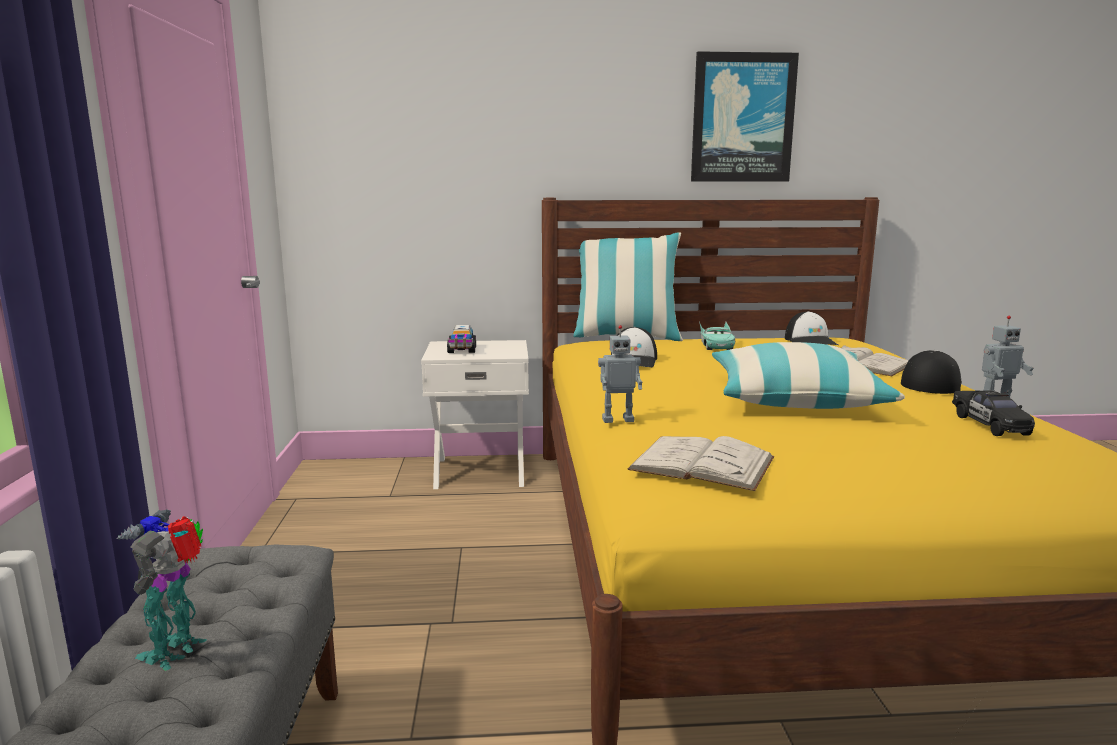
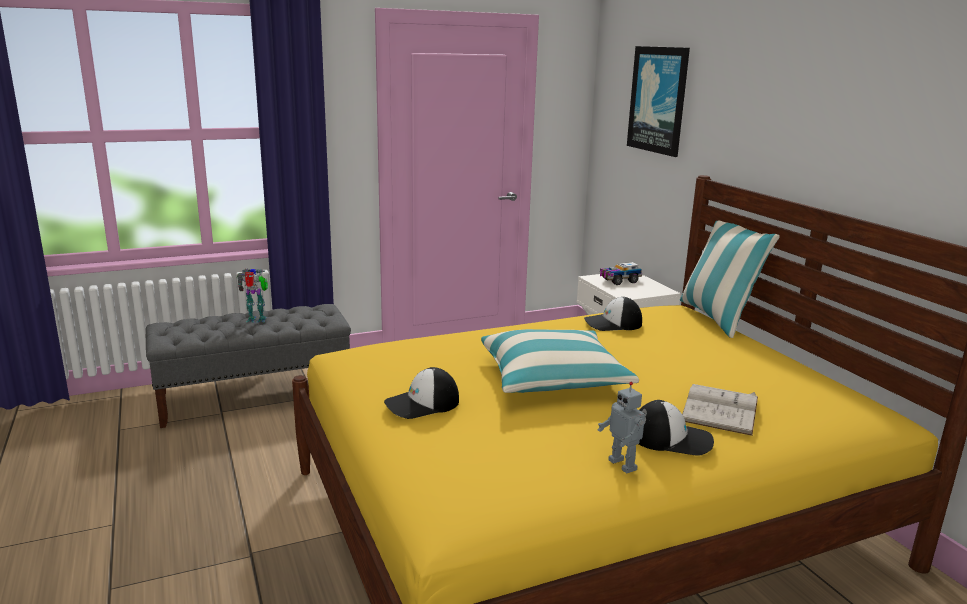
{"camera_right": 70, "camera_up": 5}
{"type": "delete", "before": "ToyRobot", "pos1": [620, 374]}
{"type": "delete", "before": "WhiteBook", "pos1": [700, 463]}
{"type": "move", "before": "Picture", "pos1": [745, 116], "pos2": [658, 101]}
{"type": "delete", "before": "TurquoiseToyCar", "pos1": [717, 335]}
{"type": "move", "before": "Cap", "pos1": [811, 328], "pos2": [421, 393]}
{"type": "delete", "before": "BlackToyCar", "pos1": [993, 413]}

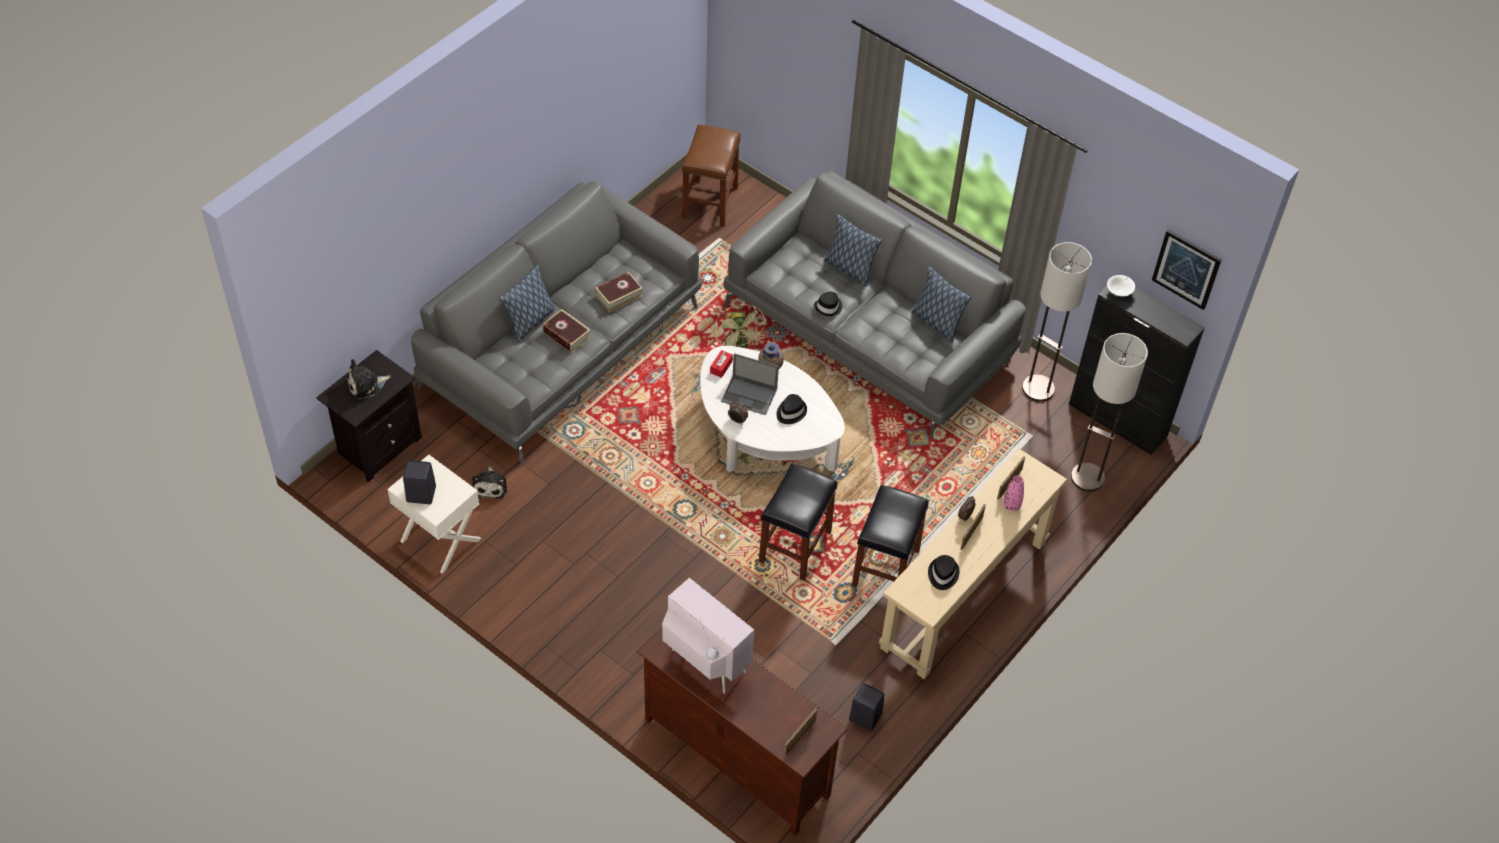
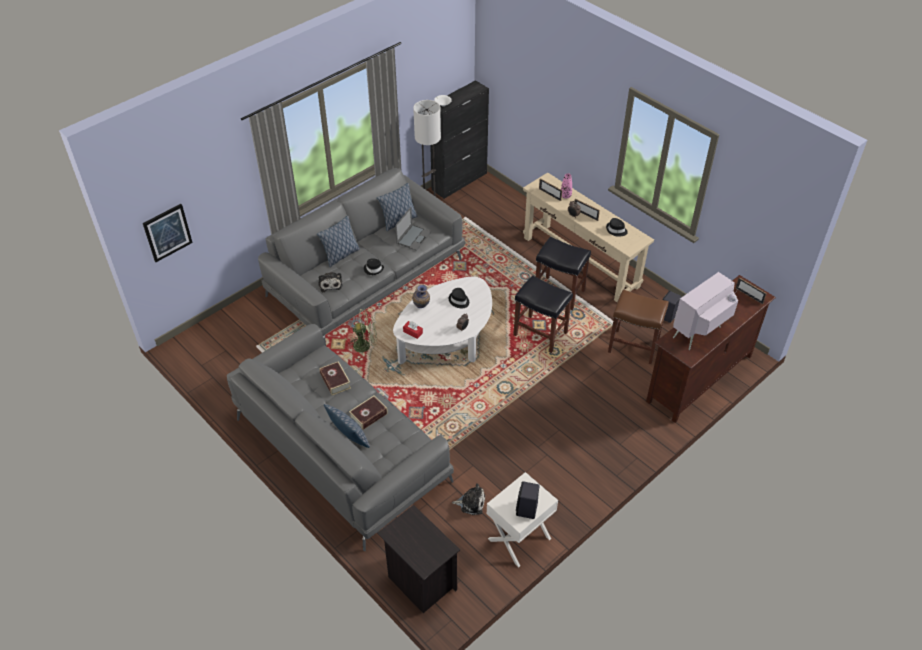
{"camera_right": -80, "camera_up": -5}
{"type": "move", "before": "PlushToy", "pos1": [369, 379], "pos2": [330, 282]}
{"type": "move", "before": "BrownStool", "pos1": [711, 176], "pos2": [638, 327]}
{"type": "move", "before": "Laptop", "pos1": [750, 384], "pos2": [413, 229]}
{"type": "delete", "before": "FloorLamp", "pos1": [1109, 412]}
{"type": "move", "before": "Picture", "pos1": [1187, 269], "pos2": [168, 233]}

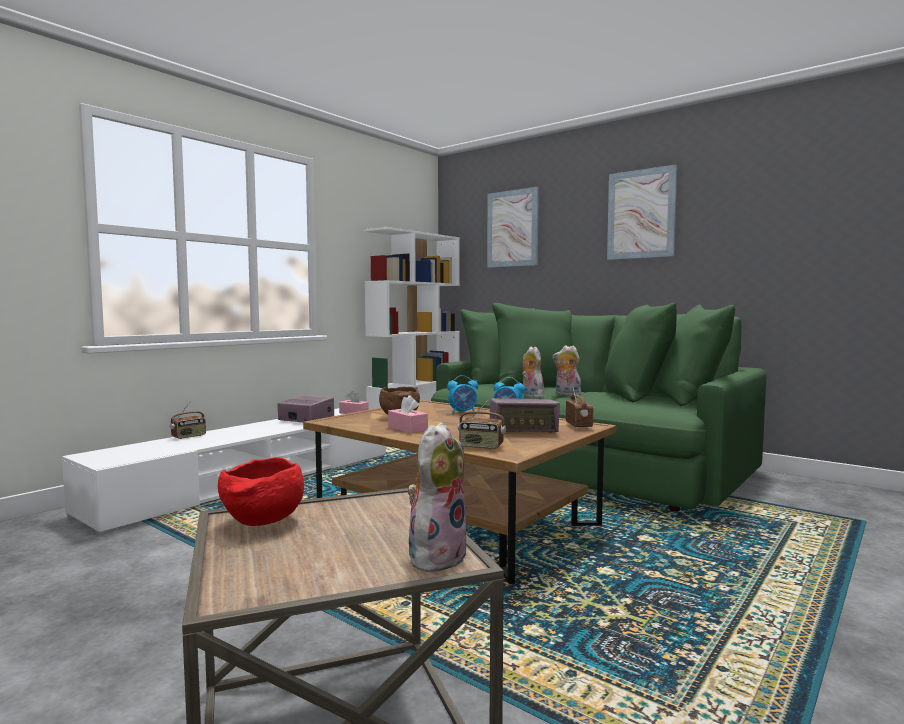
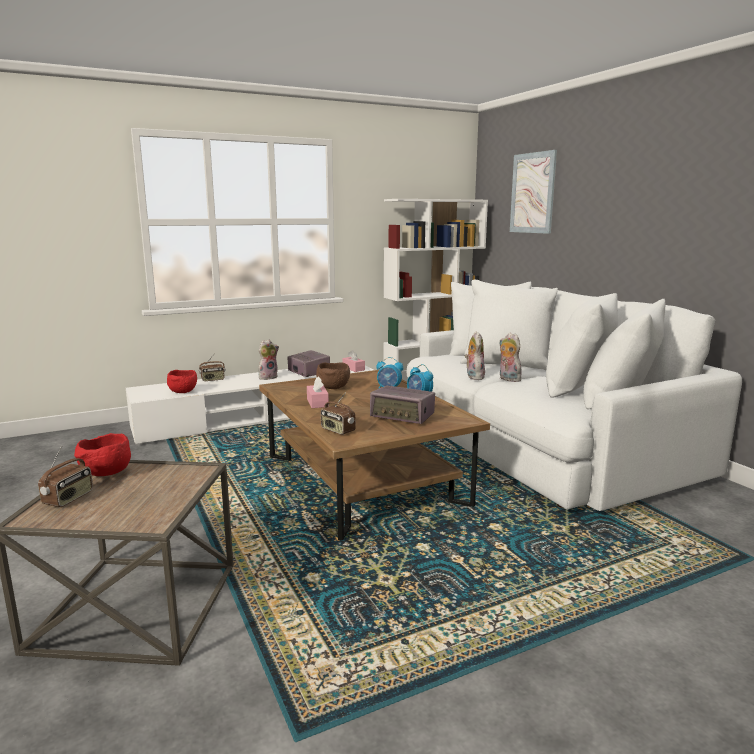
{"camera_right": 25, "camera_up": 10}
{"type": "move", "before": "PlushToy", "pos1": [438, 497], "pos2": [268, 360]}
{"type": "recolor", "before": "GreenSofa", "after": "WhiteSofa", "pos1": [598, 407], "pos2": [574, 395]}
{"type": "move", "before": "Radio", "pos1": [580, 406], "pos2": [65, 476]}
{"type": "delete", "before": "Picture", "pos1": [642, 212]}
{"type": "insert", "after": "RedBowl", "pos2": [182, 381]}

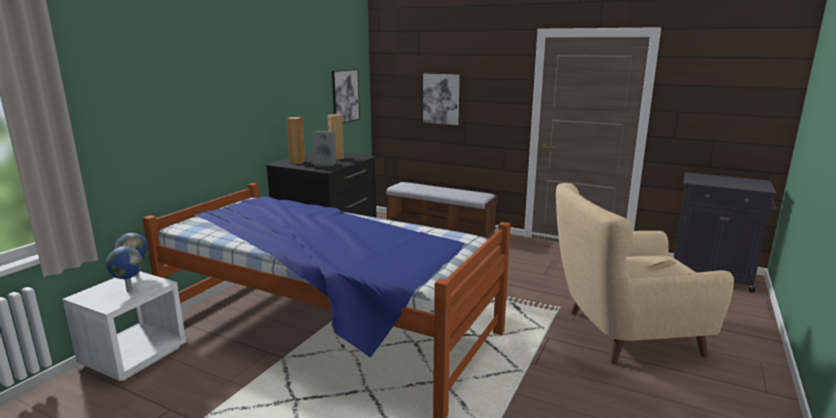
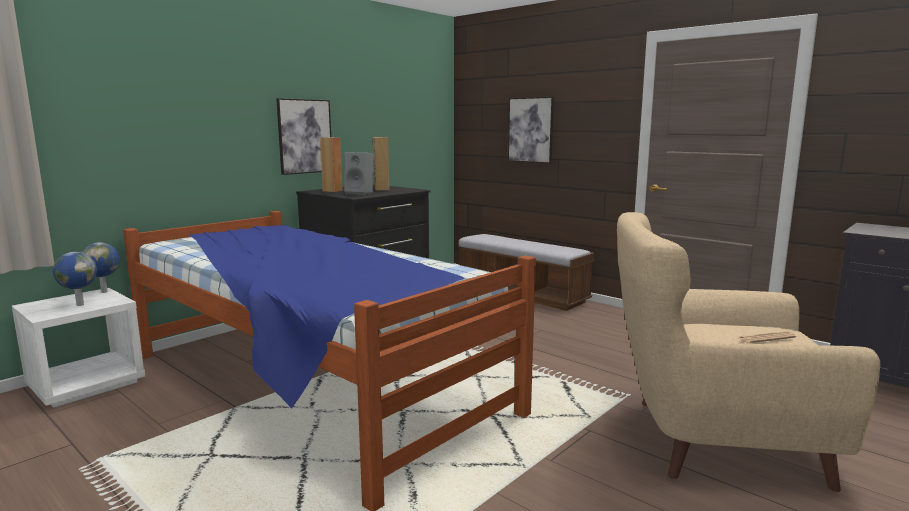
{"camera_right": 15, "camera_up": -5}
{"type": "move", "before": "Picture", "pos1": [346, 96], "pos2": [303, 136]}

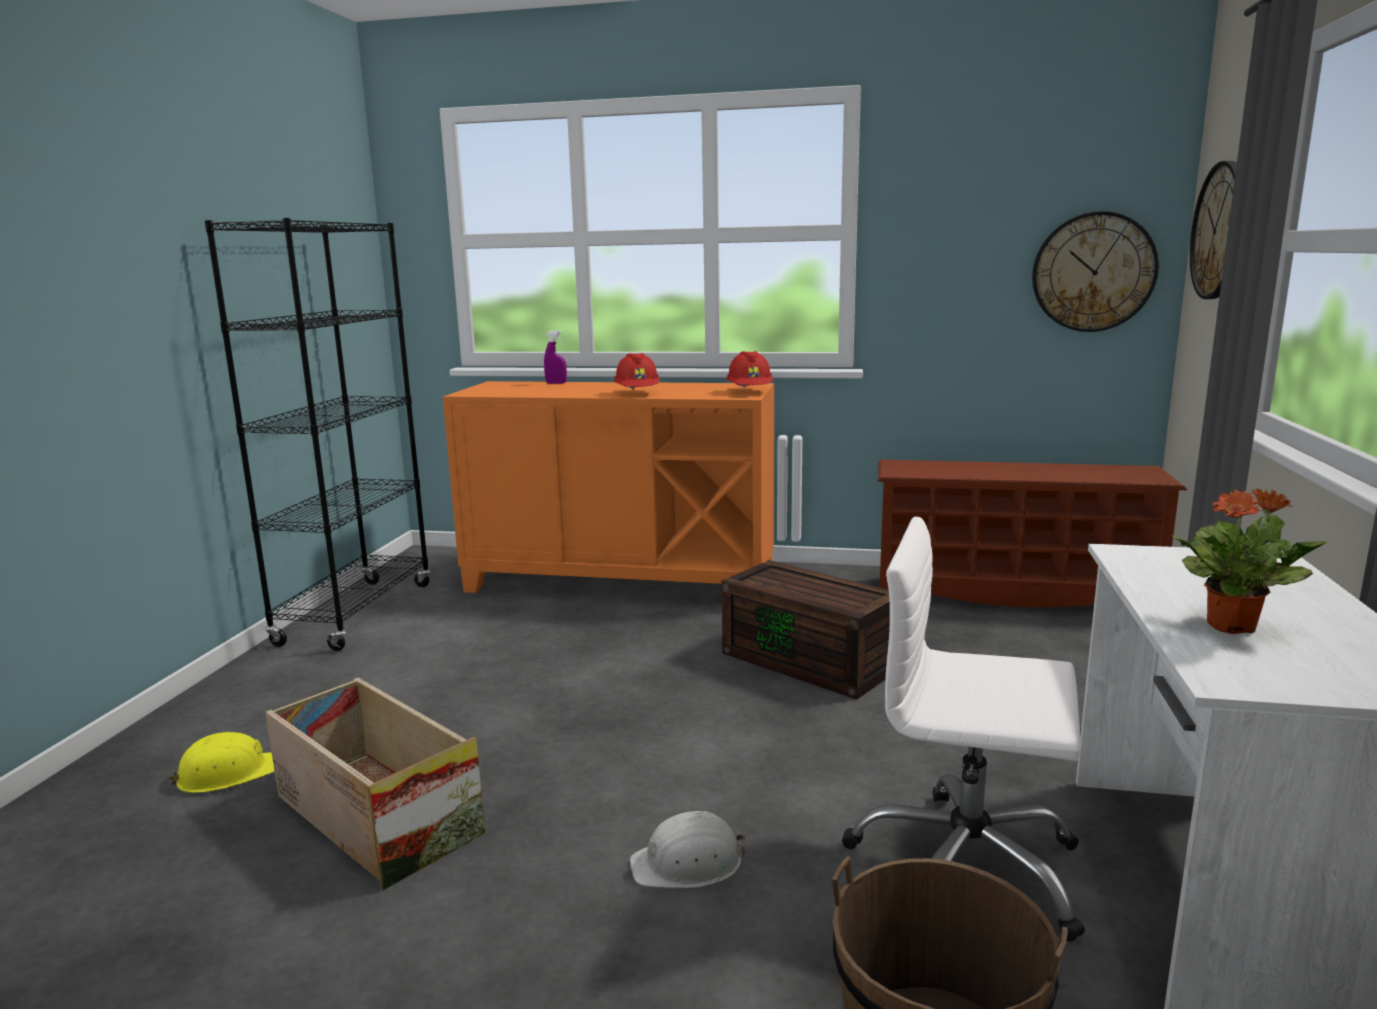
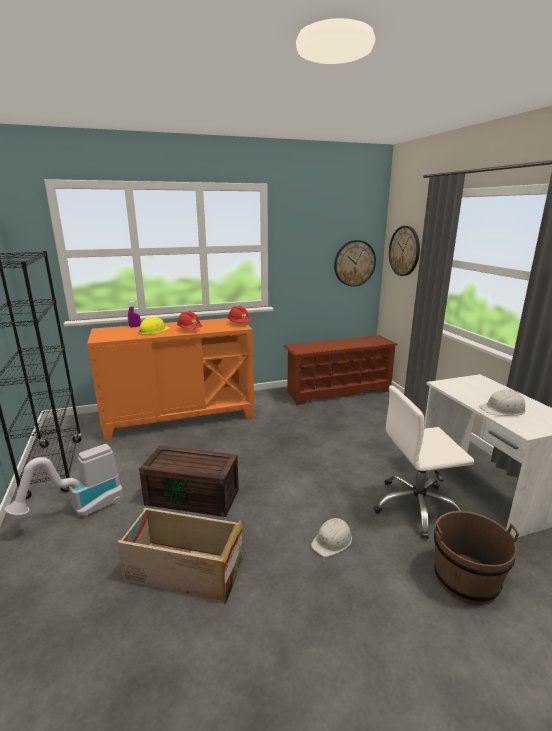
{"camera_right": -30, "camera_up": 5}
{"type": "move", "before": "YellowHardHat", "pos1": [221, 762], "pos2": [154, 325]}
{"type": "move", "before": "BrownStorageBox", "pos1": [806, 630], "pos2": [189, 481]}
{"type": "replace", "before": "PottedPlant", "after": "WhiteHardHat", "pos1": [1249, 561], "pos2": [502, 402]}
{"type": "insert", "after": "VacuumCleaner", "pos2": [64, 480]}

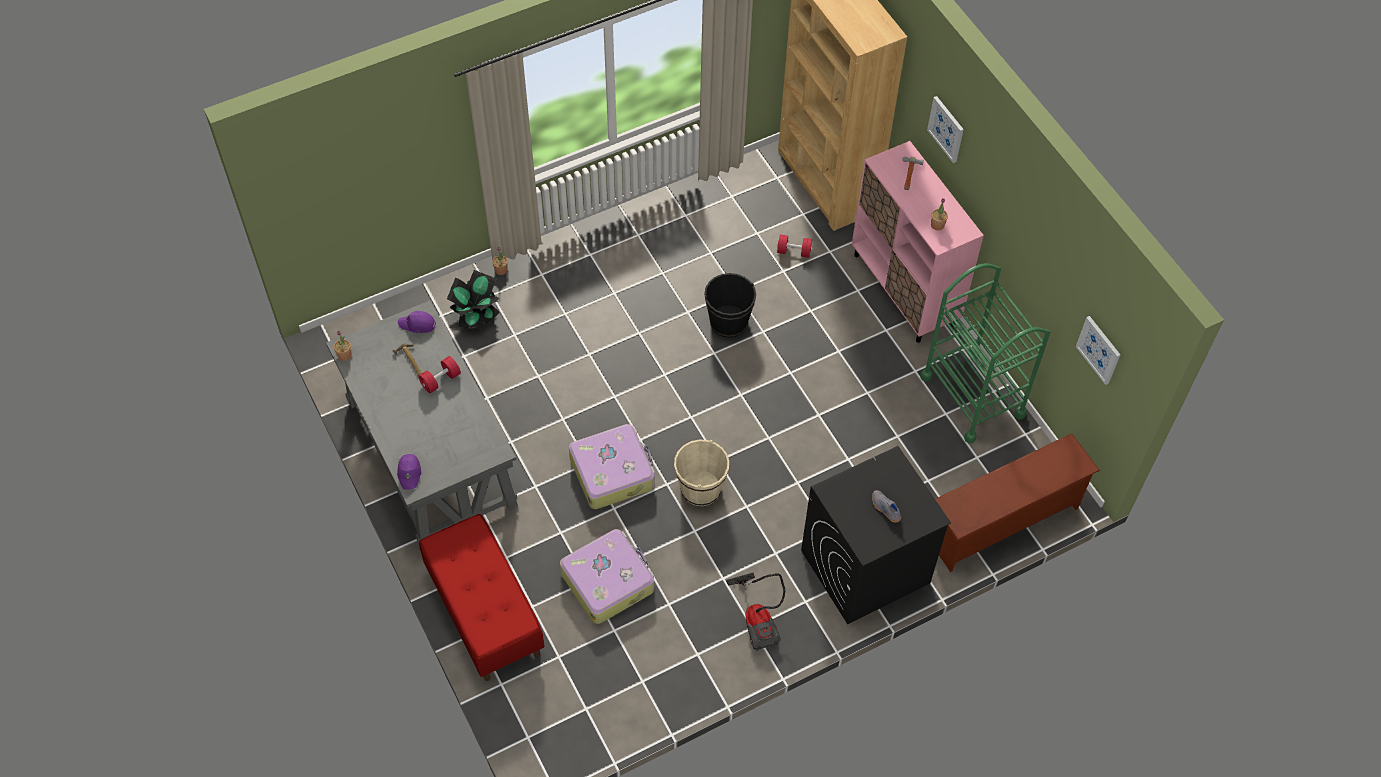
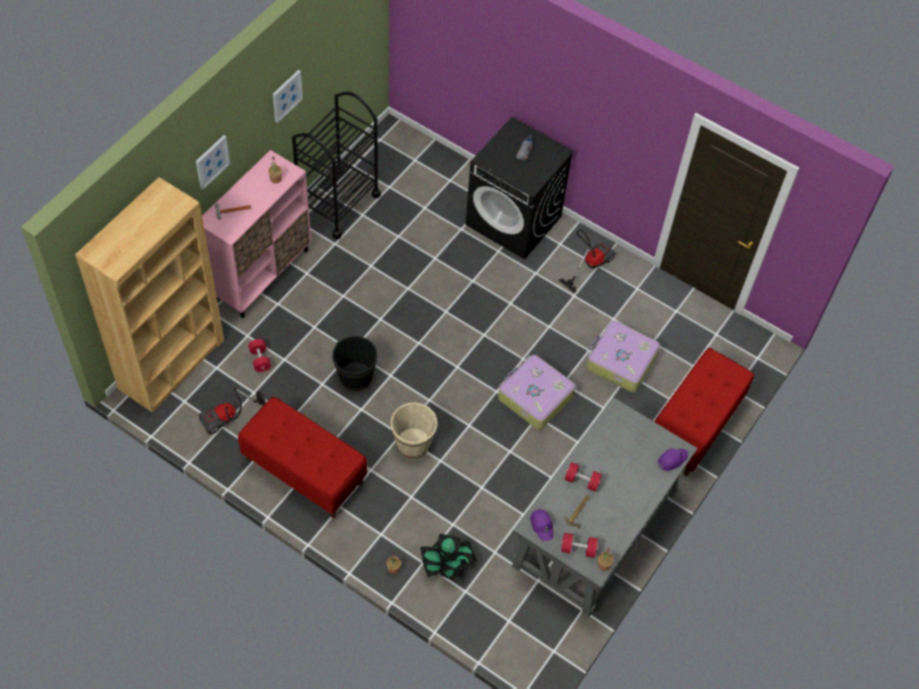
{"camera_right": -120, "camera_up": 0}
{"type": "move", "before": "BeigeBucket", "pos1": [701, 472], "pos2": [414, 431]}
{"type": "recolor", "before": "GreenCart", "after": "BlackCart", "pos1": [985, 353], "pos2": [336, 165]}
{"type": "delete", "before": "BrownShoeRack", "pos1": [1017, 502]}
{"type": "move", "before": "Picture", "pos1": [1098, 350], "pos2": [288, 96]}
{"type": "insert", "after": "VacuumCleaner", "pos2": [232, 411]}
{"type": "insert", "after": "RedBench", "pos2": [302, 457]}
{"type": "insert", "after": "RedDumbbell", "pos2": [579, 545]}

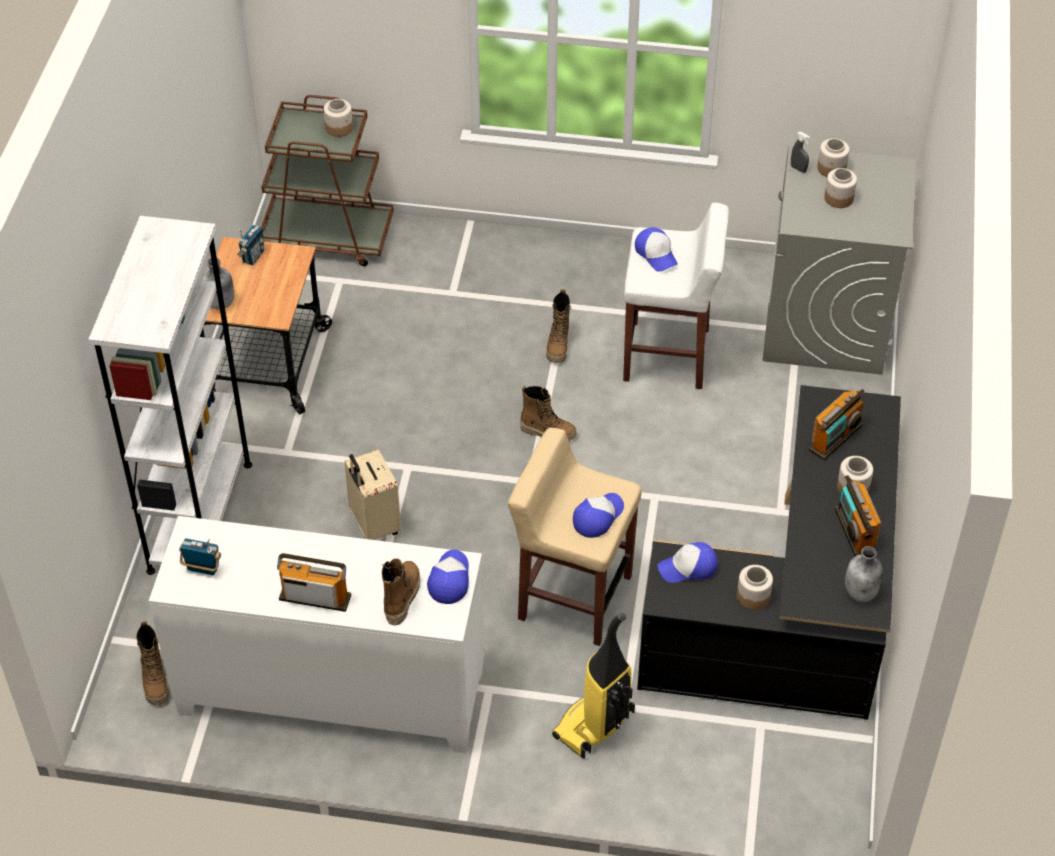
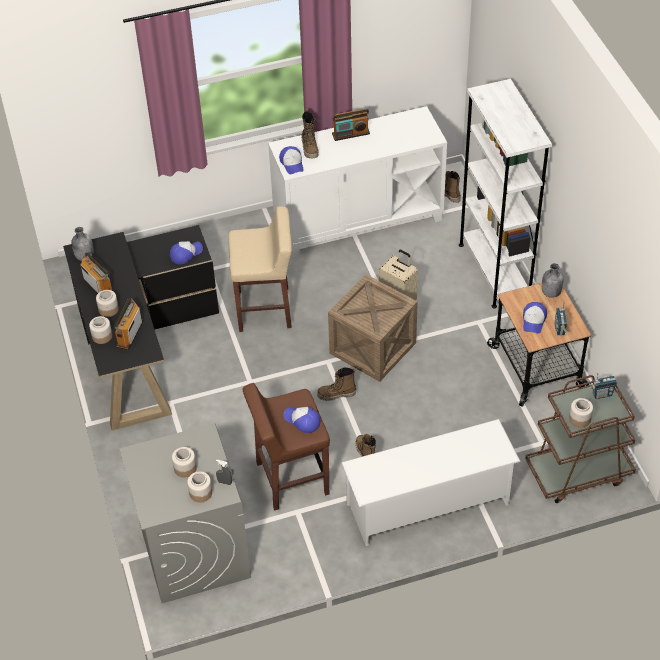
{"camera_right": 155, "camera_up": 0}
{"type": "move", "before": "Radio", "pos1": [200, 556], "pos2": [603, 385]}
{"type": "delete", "before": "VacuumCleaner", "pos1": [593, 686]}
{"type": "move", "before": "Cap", "pos1": [598, 515], "pos2": [535, 318]}
{"type": "recolor", "before": "WhiteStool", "after": "BrownStool", "pos1": [676, 296], "pos2": [286, 447]}
{"type": "move", "before": "Jar", "pos1": [755, 587], "pos2": [100, 330]}
{"type": "insert", "after": "Crate", "pos2": [373, 328]}
{"type": "insert", "after": "WhiteShoeRack", "pos2": [431, 482]}

